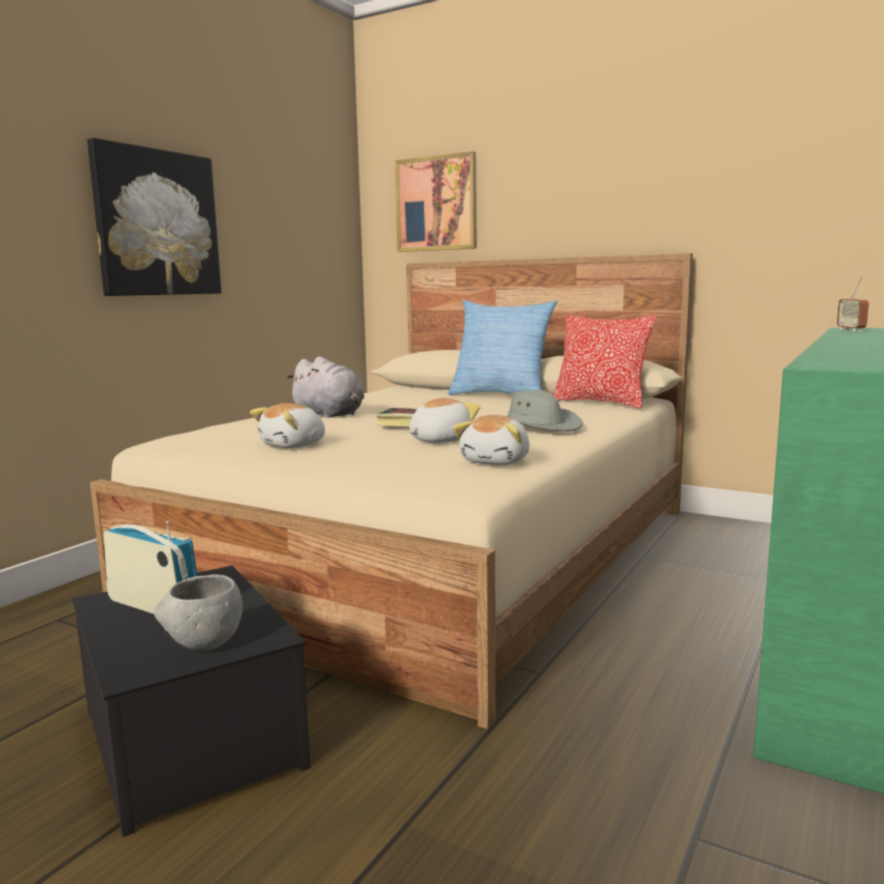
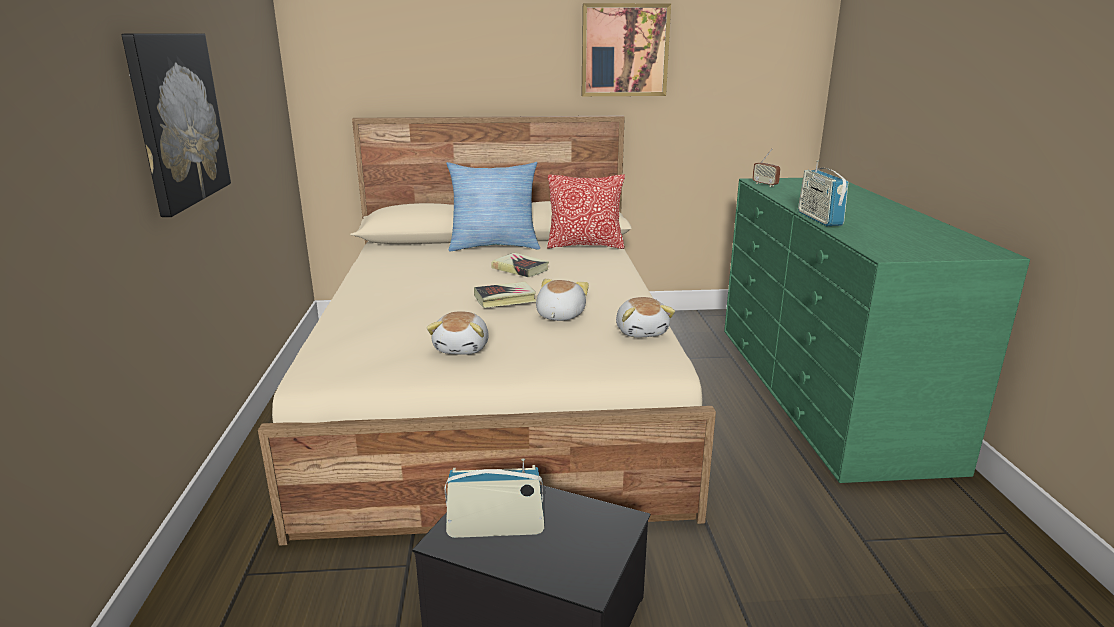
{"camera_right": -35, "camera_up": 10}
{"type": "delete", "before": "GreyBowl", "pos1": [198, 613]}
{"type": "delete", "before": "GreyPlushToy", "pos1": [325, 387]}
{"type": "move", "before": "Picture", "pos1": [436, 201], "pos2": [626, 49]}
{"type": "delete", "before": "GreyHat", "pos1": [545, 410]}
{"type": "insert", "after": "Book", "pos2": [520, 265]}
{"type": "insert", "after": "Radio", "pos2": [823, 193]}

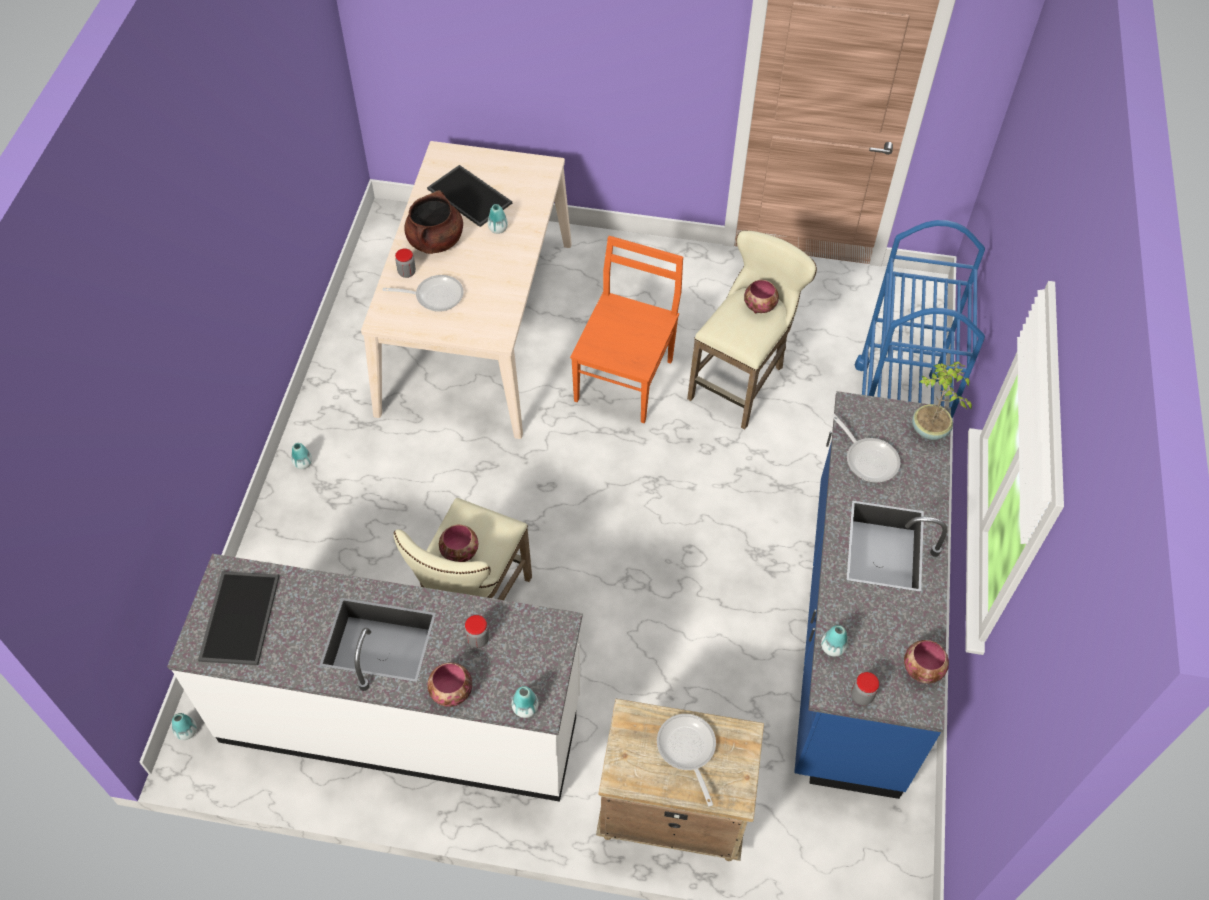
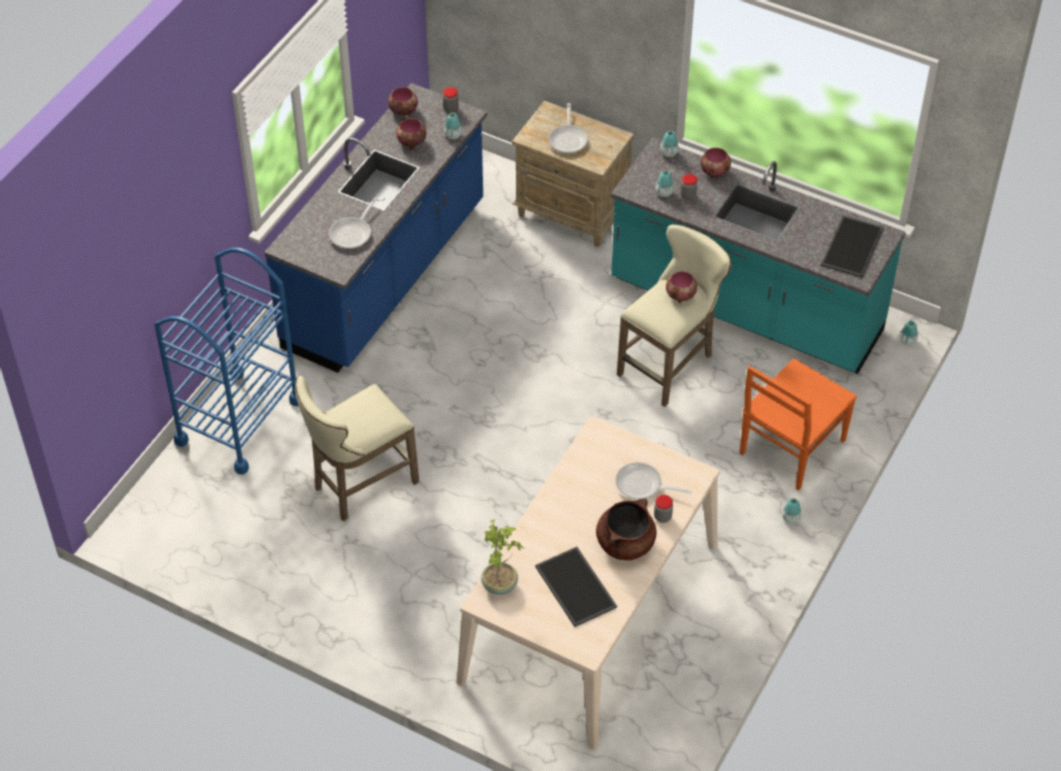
{"camera_right": -160, "camera_up": -5}
{"type": "recolor", "before": "WhiteCounter", "after": "TurquoiseCounter", "pos1": [374, 678], "pos2": [758, 255]}
{"type": "move", "before": "Vase", "pos1": [498, 219], "pos2": [665, 184]}
{"type": "move", "before": "OrangeChair", "pos1": [626, 329], "pos2": [798, 424]}
{"type": "move", "before": "Bowl", "pos1": [761, 296], "pos2": [411, 133]}
{"type": "rotate", "before": "FryingPan", "pos1": [865, 448], "pos2": [353, 223], "turn": -135}
{"type": "move", "before": "PottedPlant", "pos1": [942, 400], "pos2": [502, 557]}

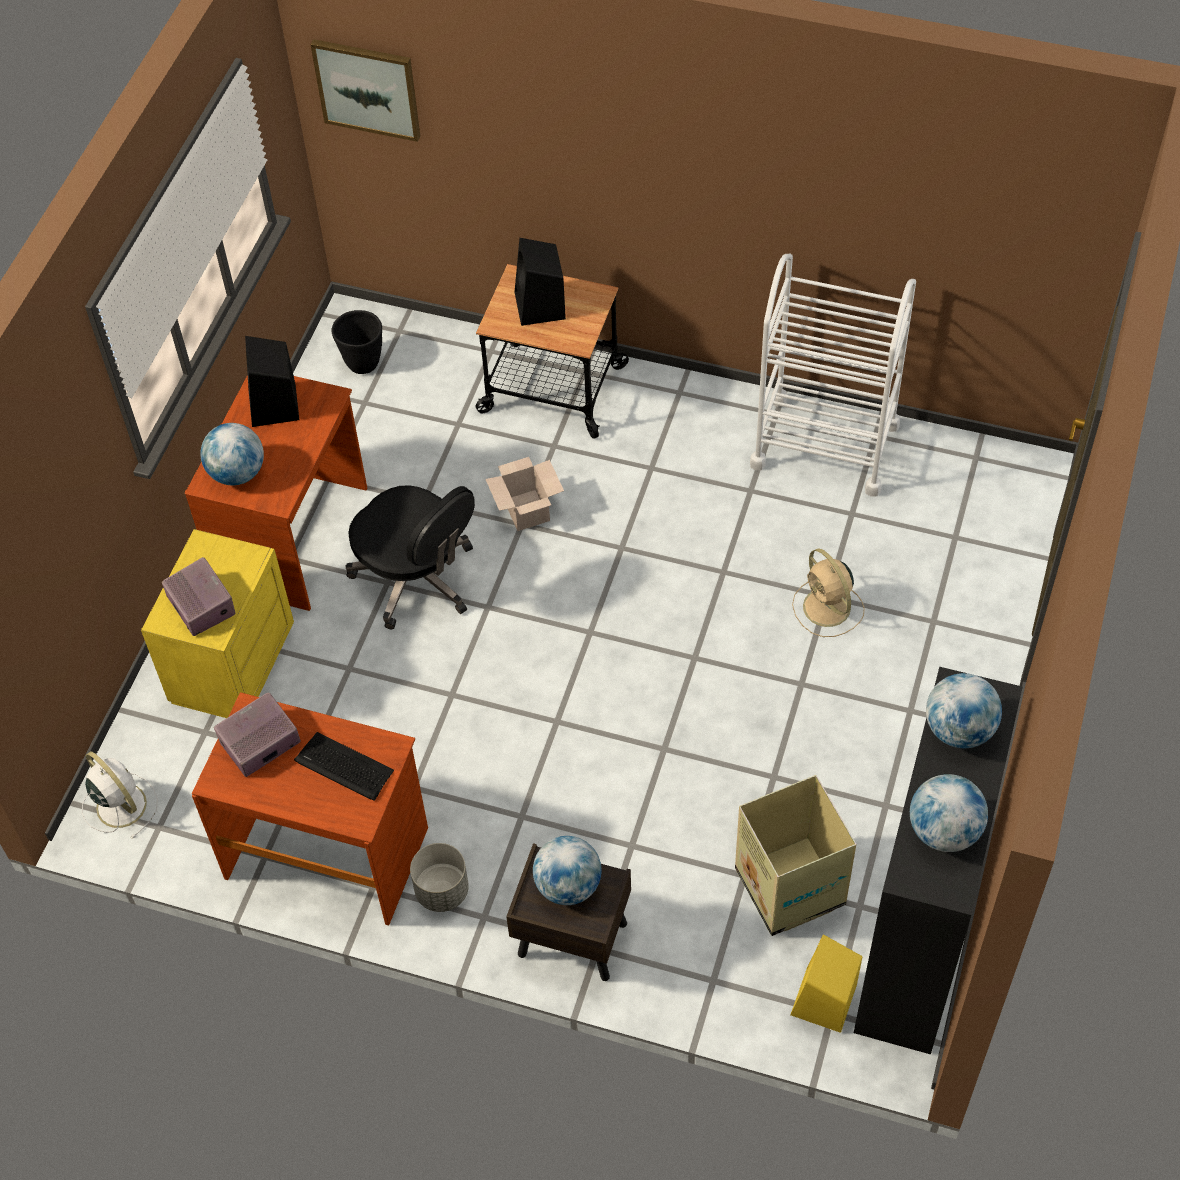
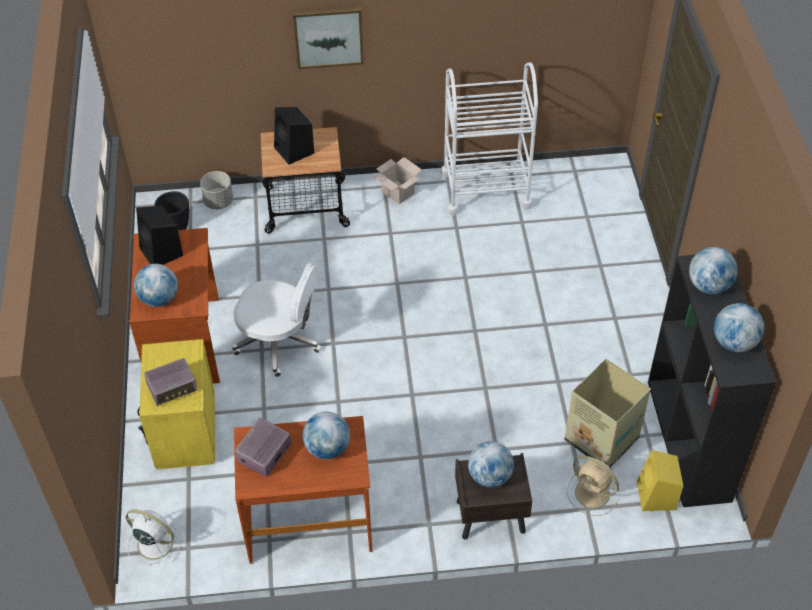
{"camera_right": -25, "camera_up": -5}
{"type": "rotate", "before": "Radio", "pos1": [199, 596], "pos2": [170, 382], "turn": 120}
{"type": "replace", "before": "Keyboard", "after": "Globe", "pos1": [344, 766], "pos2": [326, 435]}
{"type": "move", "before": "Picture", "pos1": [365, 90], "pos2": [328, 38]}
{"type": "recolor", "before": "BlackOfficeChair", "after": "WhiteOfficeChair", "pos1": [410, 557], "pos2": [277, 319]}
{"type": "move", "before": "GreyPlanter", "pos1": [439, 877], "pos2": [216, 190]}
{"type": "move", "before": "CardboardBox", "pos1": [524, 494], "pos2": [397, 180]}
{"type": "move", "before": "BeigeFan", "pos1": [828, 593], "pos2": [593, 486]}

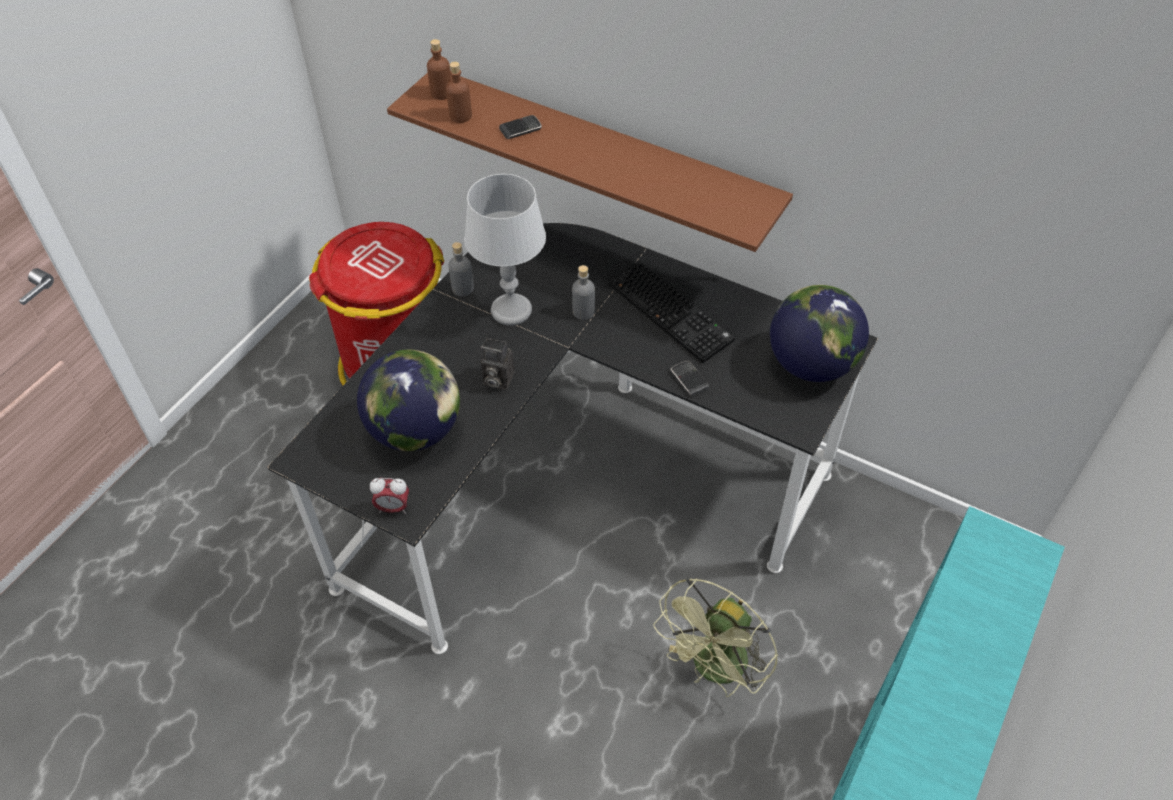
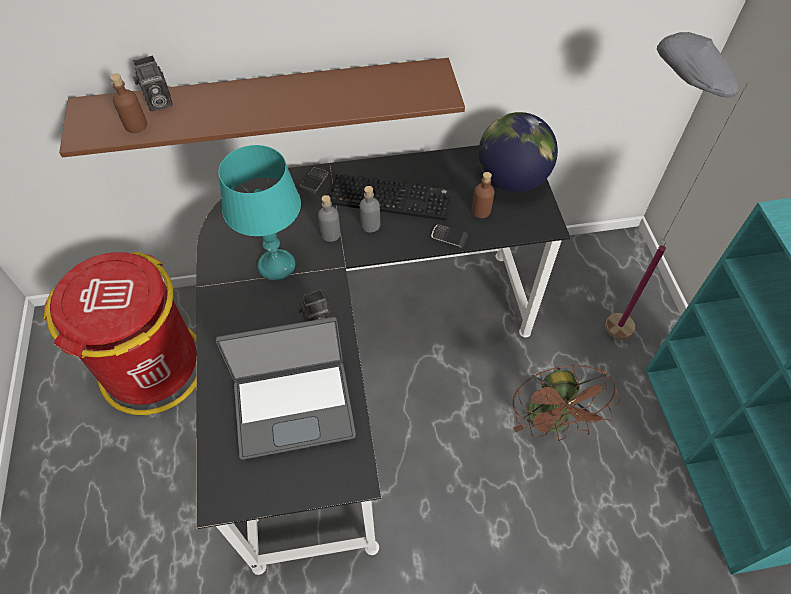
{"camera_right": -40, "camera_up": 5}
{"type": "replace", "before": "Globe", "after": "Laptop", "pos1": [408, 400], "pos2": [286, 388]}
{"type": "delete", "before": "AlarmClock", "pos1": [389, 496]}
{"type": "move", "before": "BrownBottle", "pos1": [439, 69], "pos2": [483, 195]}
{"type": "move", "before": "GreyBottle", "pos1": [461, 269], "pos2": [370, 209]}
{"type": "recolor", "before": "GreyTableLamp", "after": "TurquoiseTableLamp", "pos1": [505, 250], "pos2": [259, 213]}
{"type": "move", "before": "Phone", "pos1": [520, 127], "pos2": [313, 181]}
{"type": "recolor", "before": "GreenFan", "after": "BrownFan", "pos1": [715, 637], "pos2": [566, 402]}
{"type": "insert", "after": "PhotoCamera", "pos2": [153, 83]}
{"type": "insert", "after": "GreyFloorLamp", "pos2": [676, 186]}

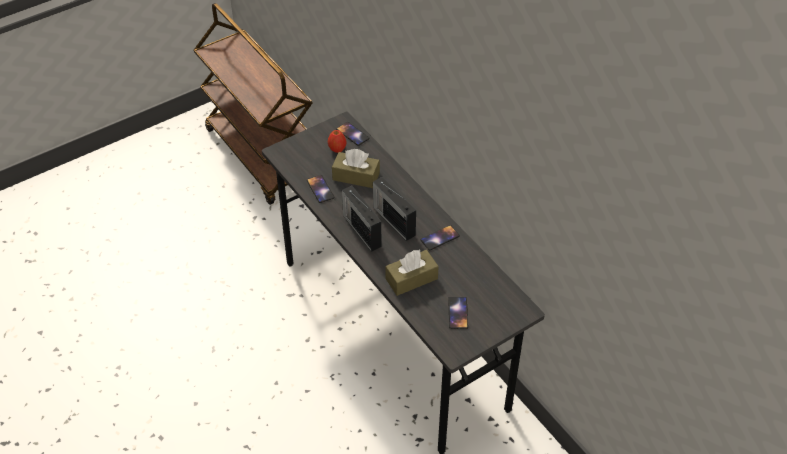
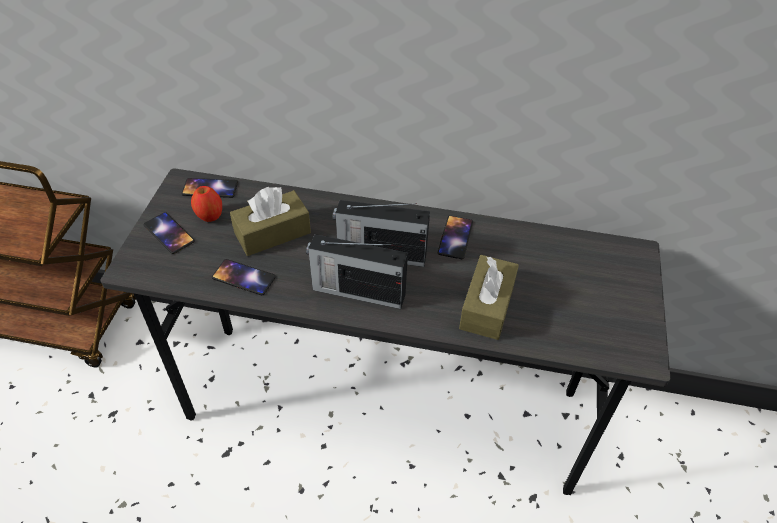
{"camera_right": -45, "camera_up": 0}
{"type": "move", "before": "Phone", "pos1": [458, 313], "pos2": [169, 233]}

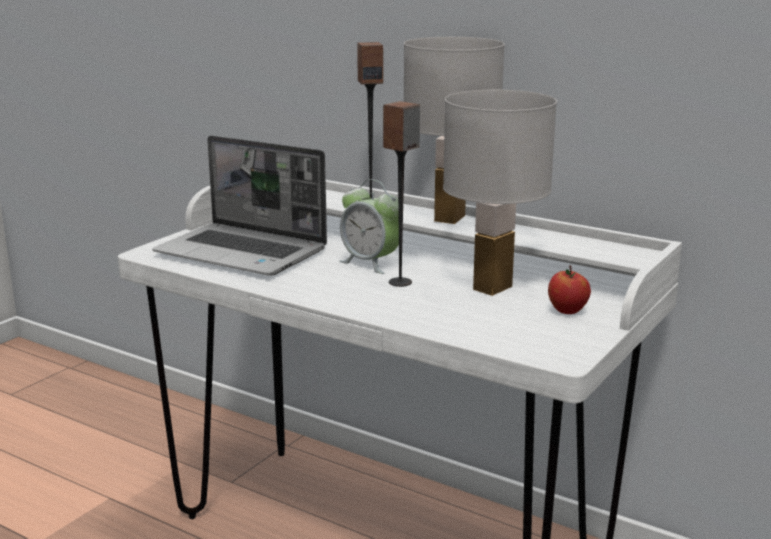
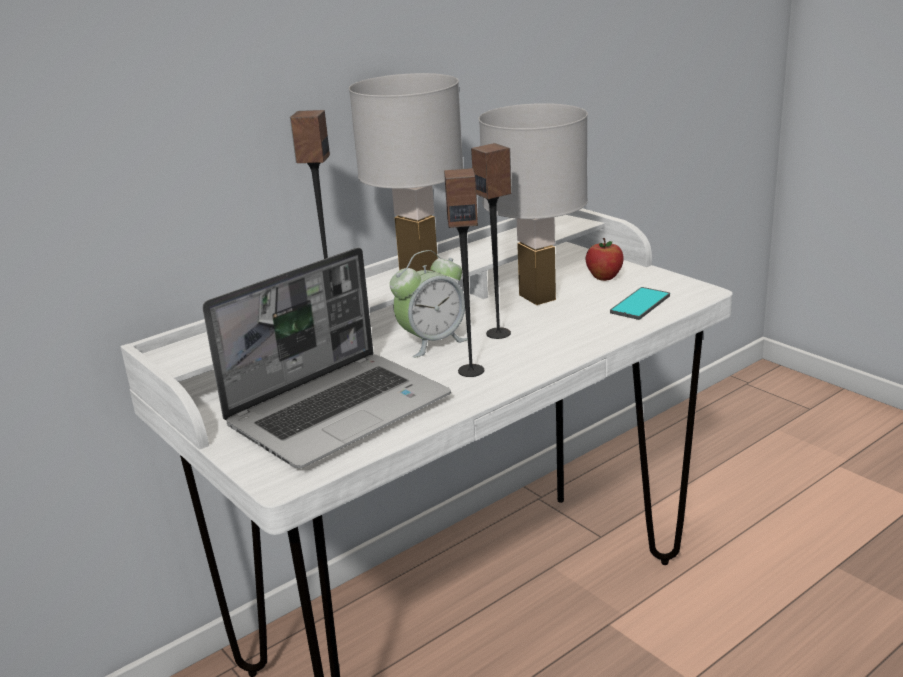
{"camera_right": -70, "camera_up": 5}
{"type": "insert", "after": "Speaker", "pos2": [464, 272]}
{"type": "insert", "after": "Phone", "pos2": [640, 303]}

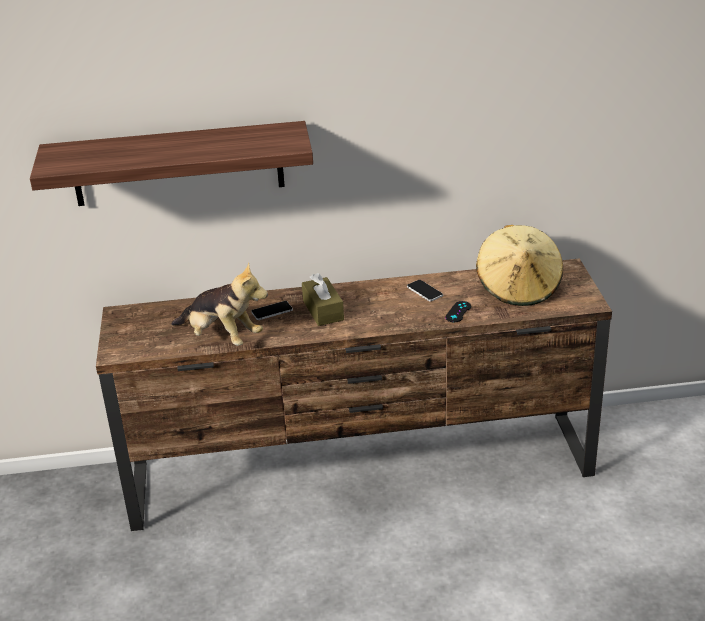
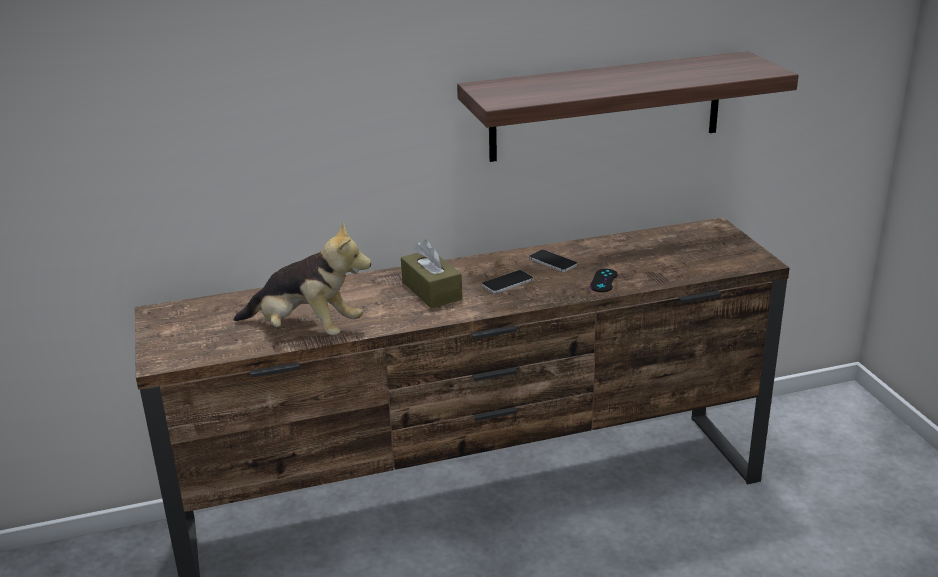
{"camera_right": -10, "camera_up": -5}
{"type": "move", "before": "Shelf", "pos1": [171, 163], "pos2": [628, 106]}
{"type": "move", "before": "Phone", "pos1": [272, 310], "pos2": [507, 281]}
{"type": "delete", "before": "BeigeHat", "pos1": [519, 265]}

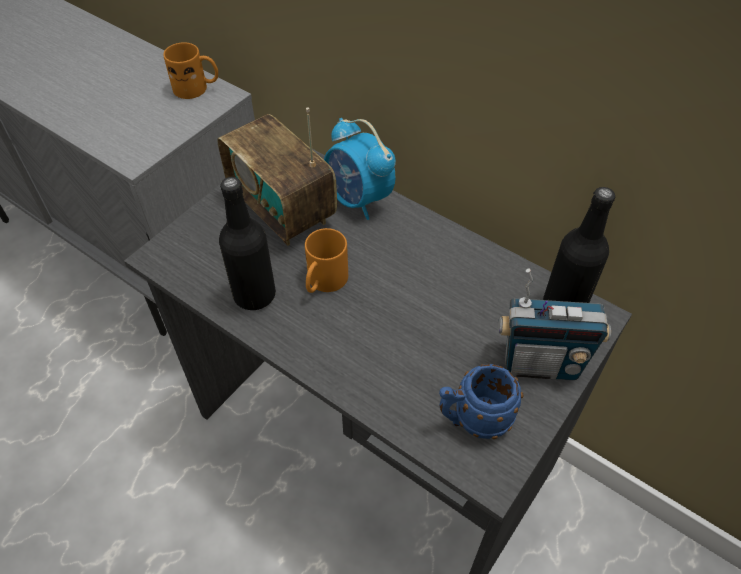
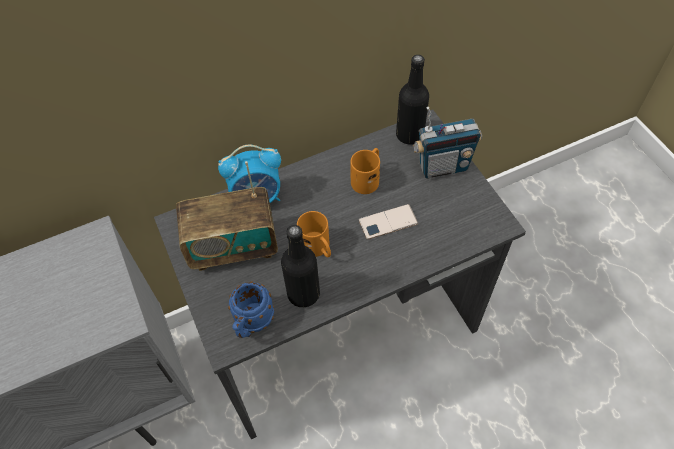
{"camera_right": -60, "camera_up": 5}
{"type": "move", "before": "OrangeMug", "pos1": [190, 70], "pos2": [365, 171]}
{"type": "move", "before": "BlueMug", "pos1": [481, 401], "pos2": [251, 310]}
{"type": "rotate", "before": "Radio", "pos1": [554, 324], "pos2": [447, 143], "turn": 45}
{"type": "insert", "after": "Phone", "pos2": [388, 222]}

